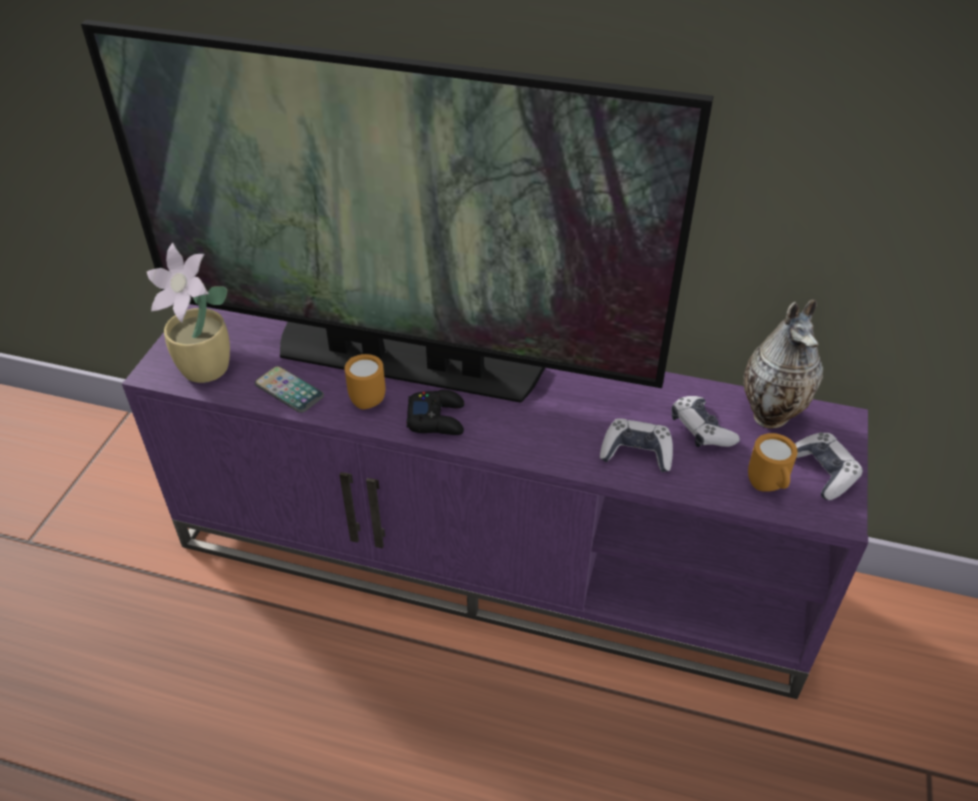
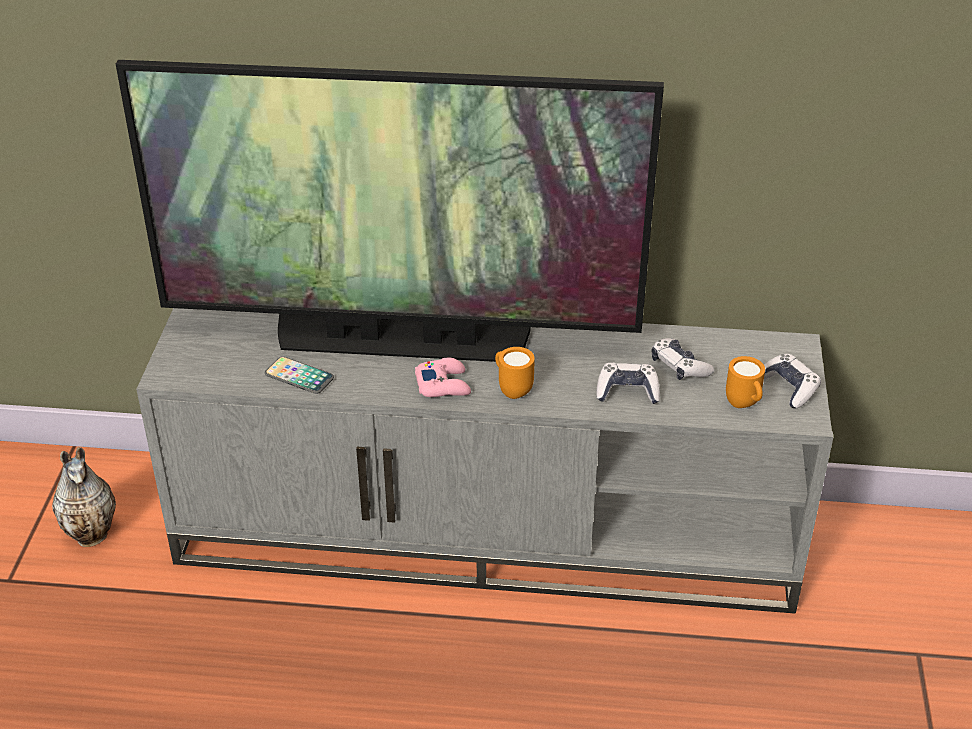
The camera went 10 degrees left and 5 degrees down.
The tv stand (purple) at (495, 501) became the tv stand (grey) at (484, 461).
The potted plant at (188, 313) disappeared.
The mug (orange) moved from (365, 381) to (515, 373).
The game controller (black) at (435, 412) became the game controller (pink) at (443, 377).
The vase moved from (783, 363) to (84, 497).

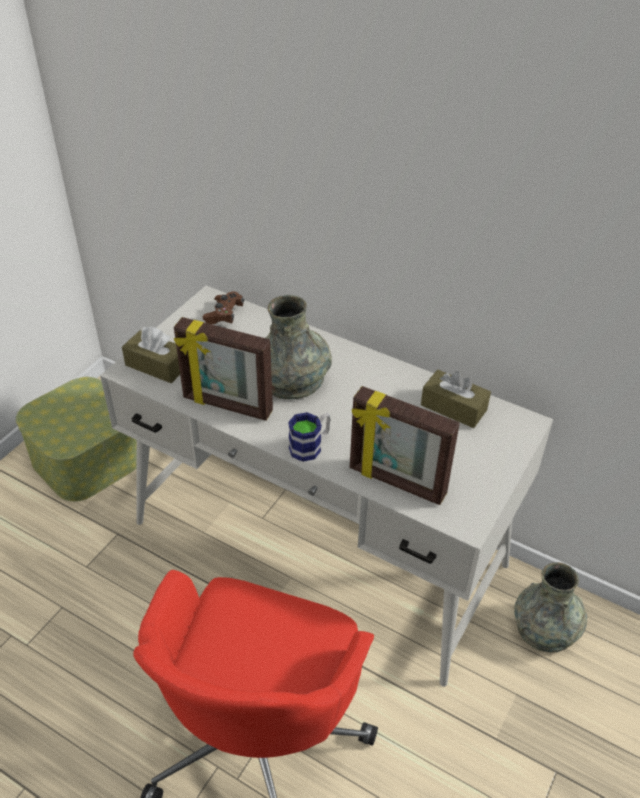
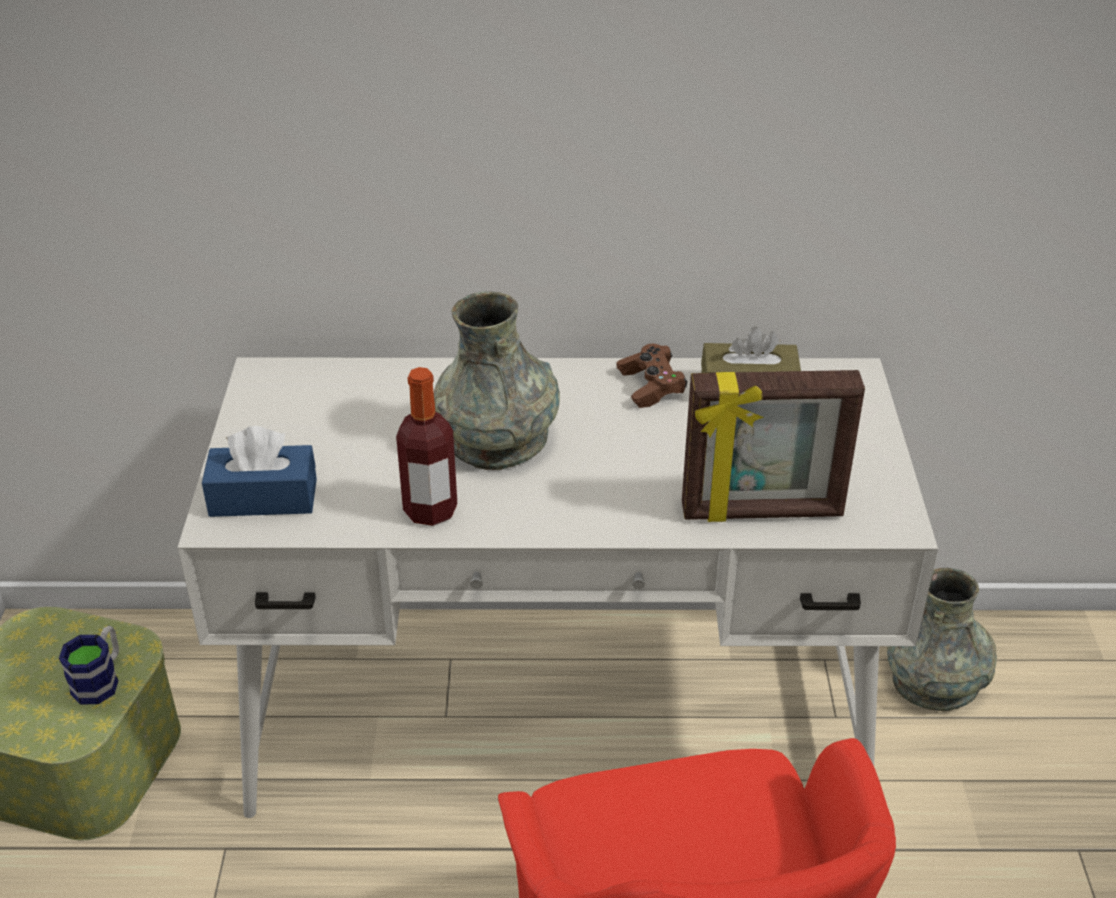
The camera went 30 degrees left and 5 degrees down.
The tissue box (brown) at (151, 354) became the tissue box (blue) at (259, 471).
The picture frame at (223, 369) was replaced by the bottle at (426, 446).
The game controller (brown) moved from (223, 307) to (652, 376).
The mug moved from (309, 437) to (89, 665).

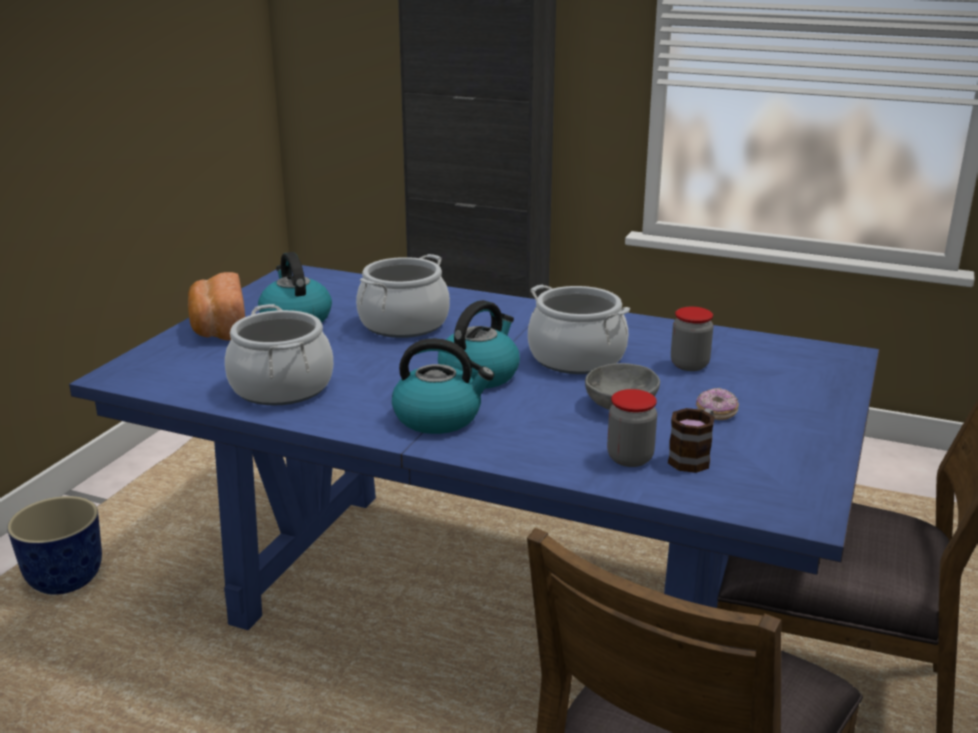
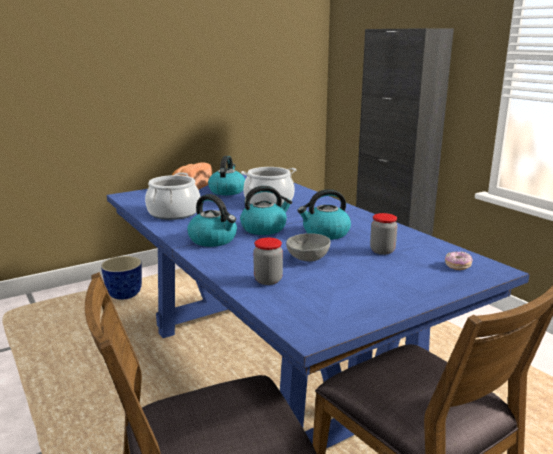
The camera went 35 degrees right and 5 degrees down.
The cooking pot at (579, 329) was replaced by the kettle at (324, 214).
The mug at (691, 440) disappeared.
The donut moved from (717, 404) to (459, 261).

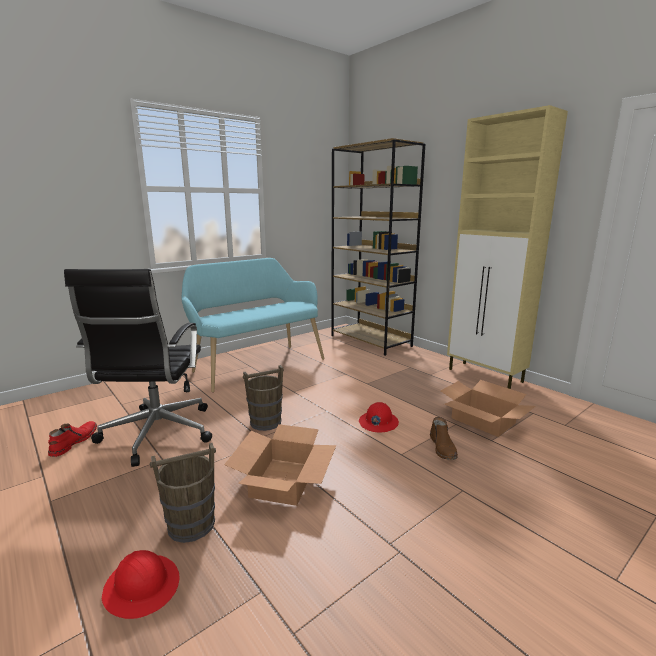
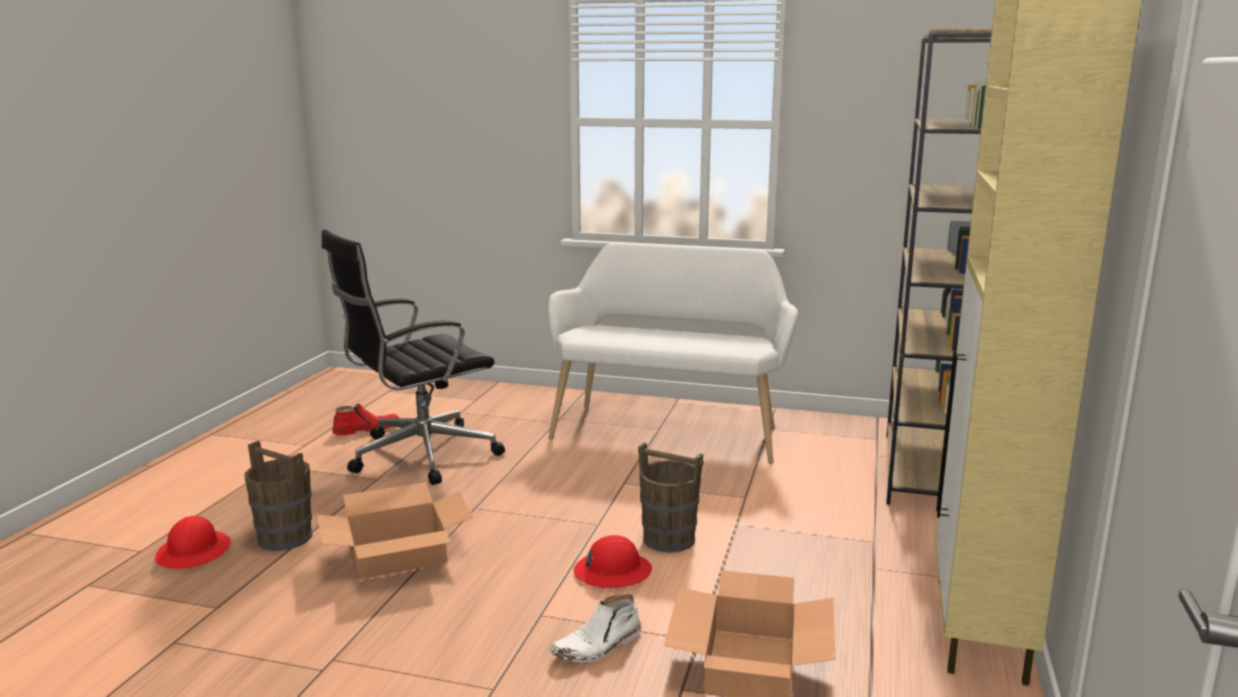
The camera went 55 degrees right and 0 degrees up.
The bench (turquoise) at (252, 325) became the bench (white) at (673, 353).
The bucket (brown) moved from (263, 398) to (671, 497).
The boot (brown) at (444, 438) became the boot (white) at (595, 628).

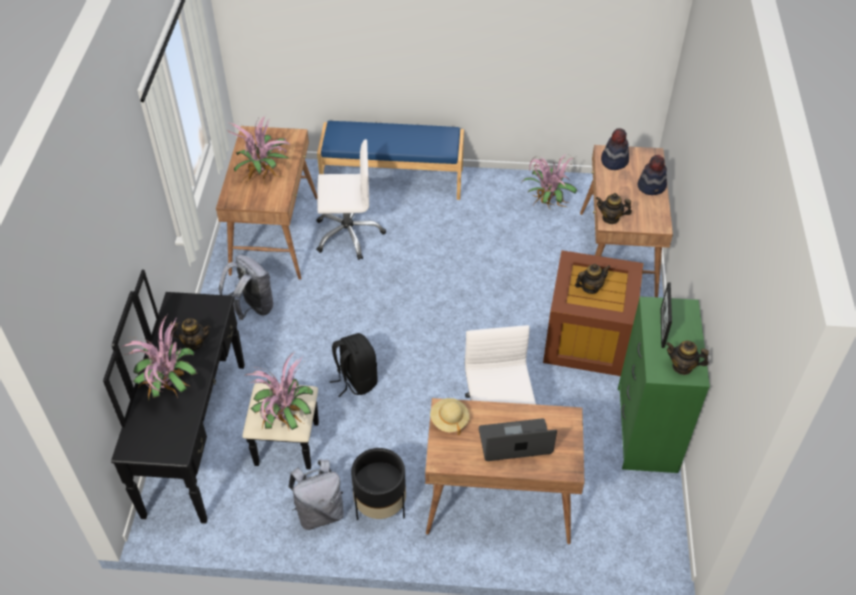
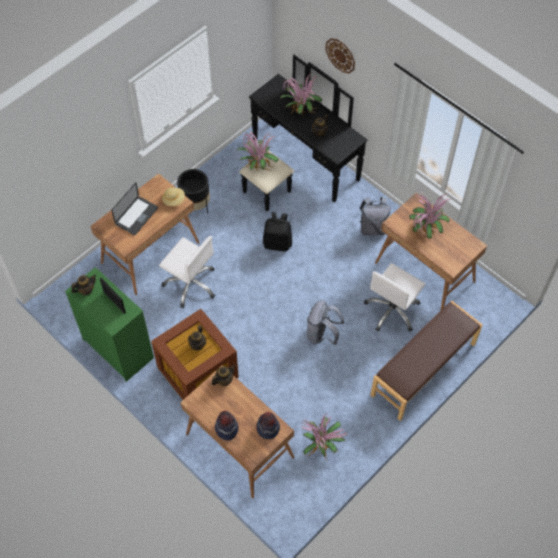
The camera went 130 degrees right and 10 degrees up.
The backpack (grey) moved from (316, 495) to (325, 322).
The bench (blue) at (390, 160) became the bench (brown) at (426, 361).
The wall clock at (340, 55) appeared.

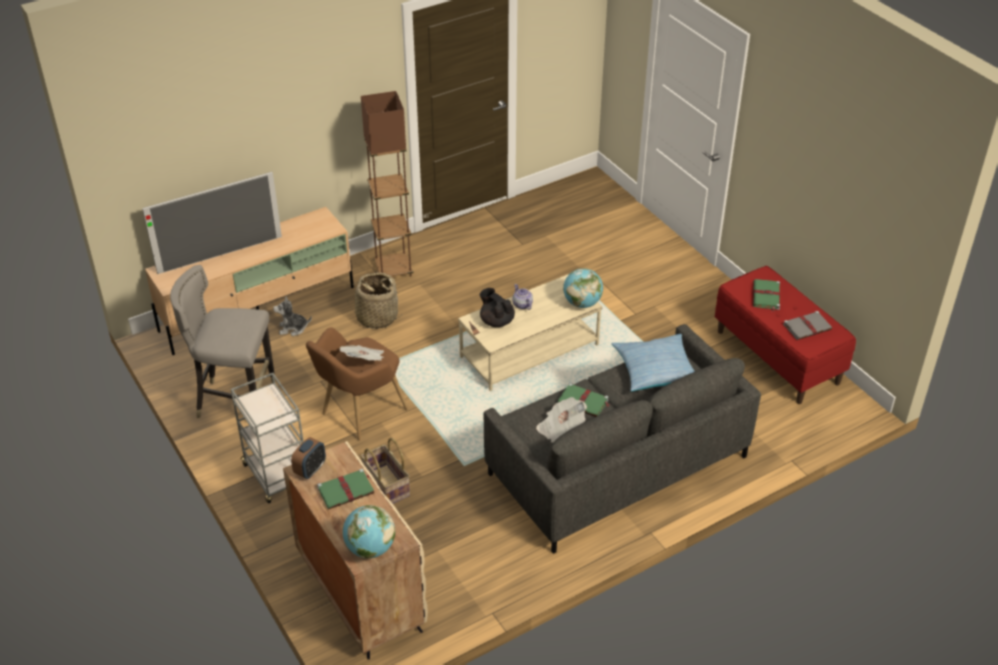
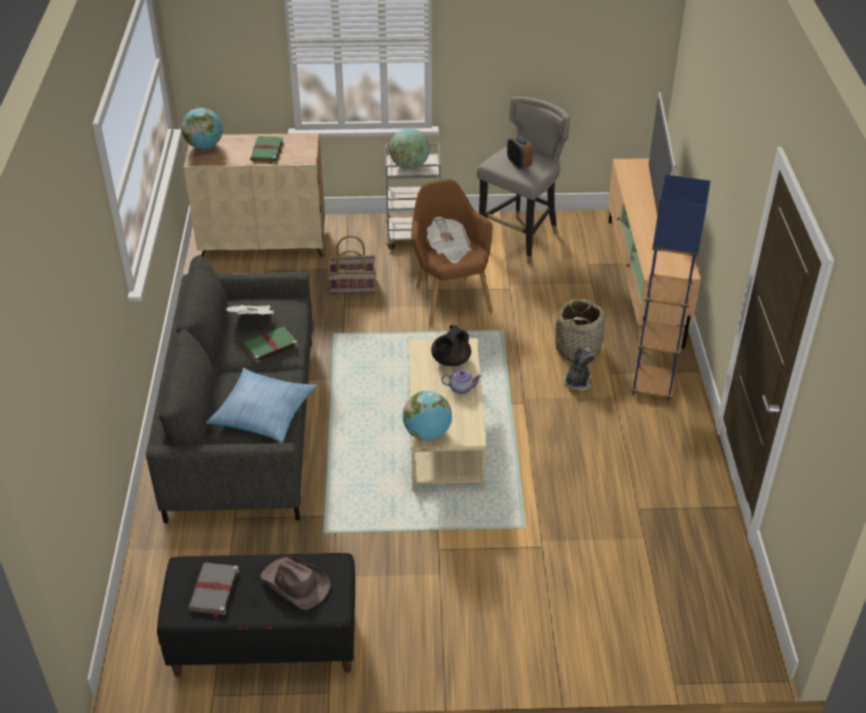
The camera went 120 degrees right and 0 degrees up.
The plush toy moved from (292, 316) to (580, 368).
The alarm clock moved from (308, 458) to (520, 152).
The floor lamp (brown) at (387, 184) became the floor lamp (blue) at (671, 288).
The teapot (black) at (497, 307) turned 135 degrees clockwise.
The bench (red) at (785, 335) became the bench (black) at (256, 615).
The book (green) at (766, 295) was replaced by the hat (brown) at (295, 583).
The globe at (409, 148) appeared.

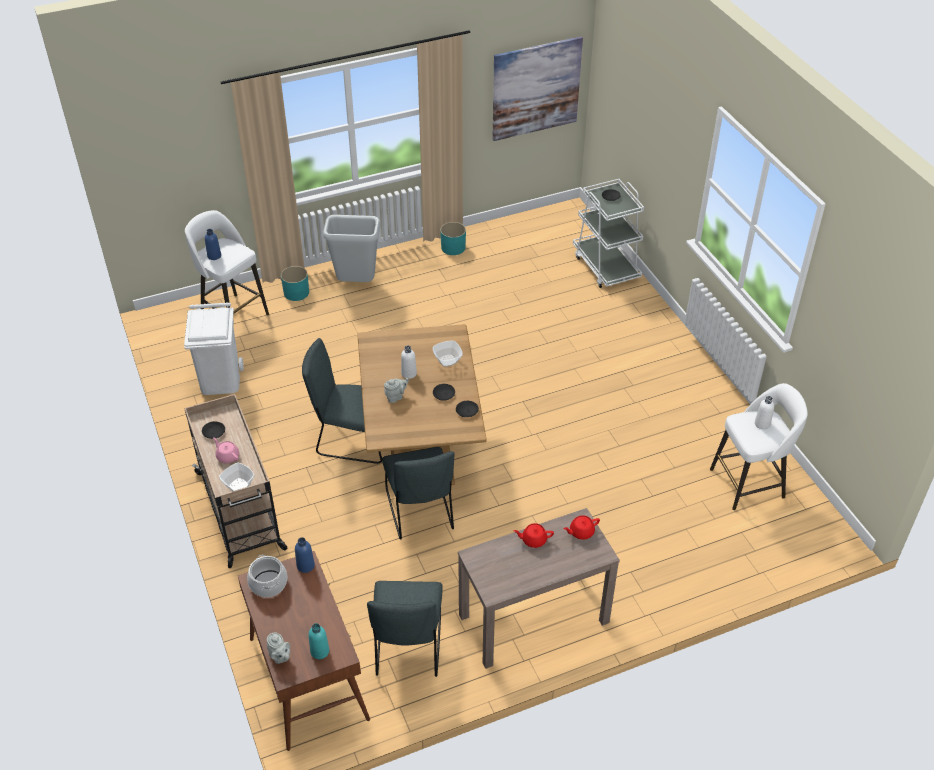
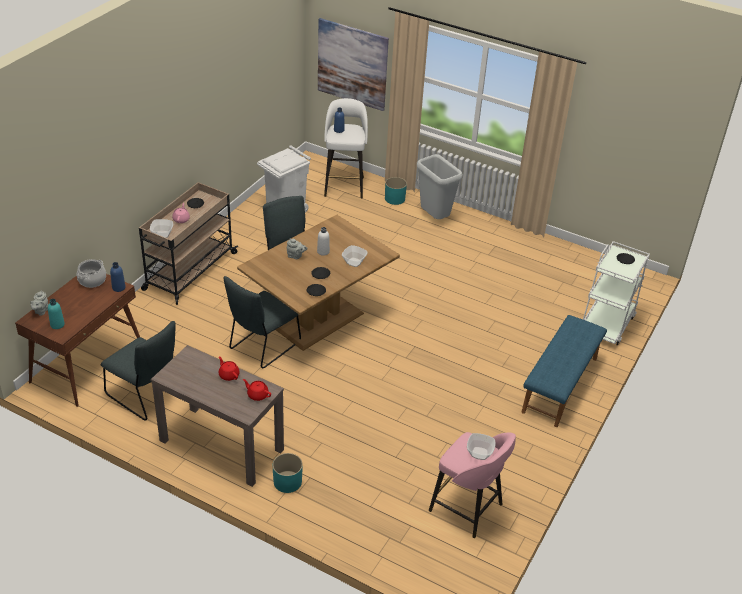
The camera went 50 degrees right and 5 degrees down.
The chair (grey) at (405, 629) turned 105 degrees counterclockwise.
The planter (turquoise) moved from (453, 238) to (288, 473).
The picture moved from (537, 88) to (353, 64).
The stool (white) at (759, 446) became the stool (pink) at (472, 485).
The bottle (white) at (764, 412) was replaced by the bowl at (481, 446).
The bench (blue) at (564, 371) appeared.

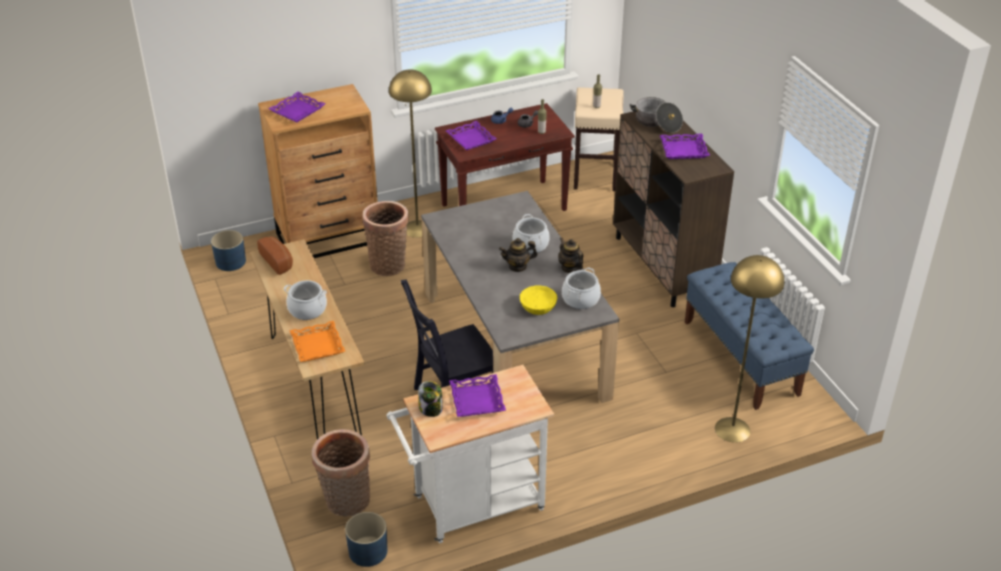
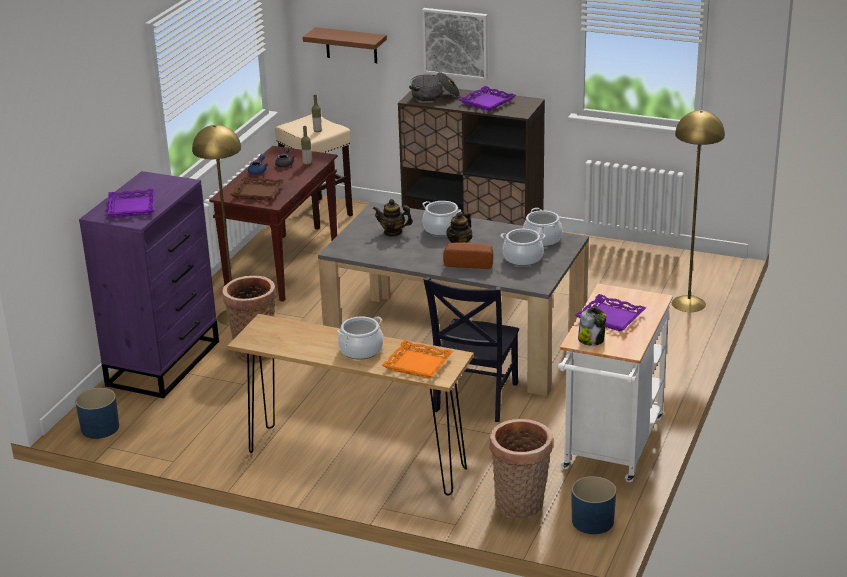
The camera went 45 degrees left and 10 degrees down.
The bread moved from (275, 255) to (468, 255).
The dresser (brown) at (318, 171) became the dresser (purple) at (149, 284).
The tray (purple) at (471, 135) became the tray (brown) at (257, 189).
The bowl (yellow) at (538, 300) was replaced by the cooking pot at (523, 247).
The teapot moved from (570, 255) to (393, 218).
The bench (blue) at (749, 336) disappeared.
The shelf (brown) at (345, 45) appeared.
The picture at (455, 44) appeared.

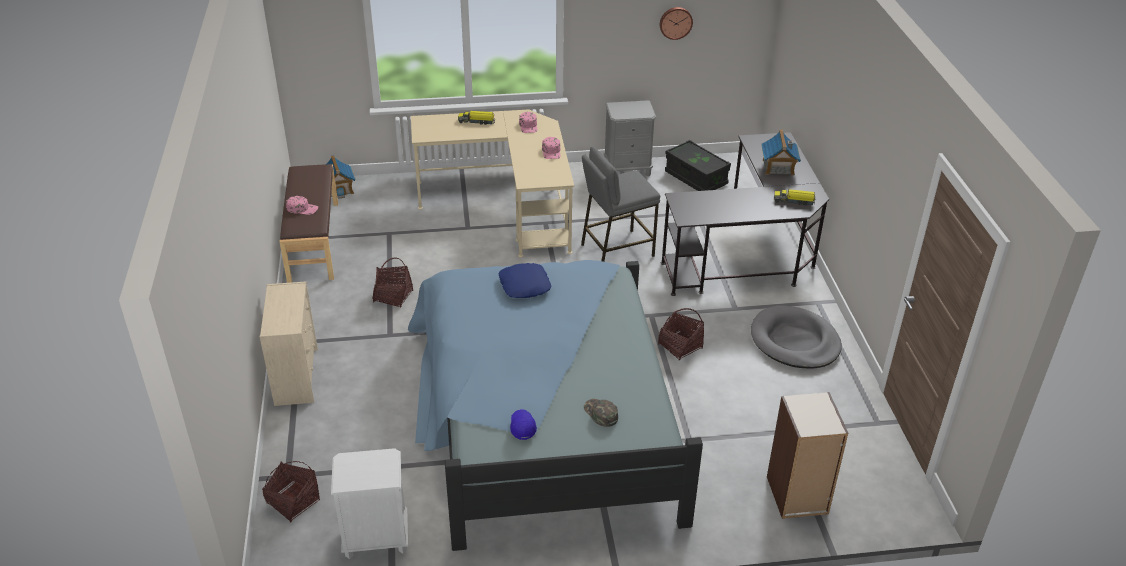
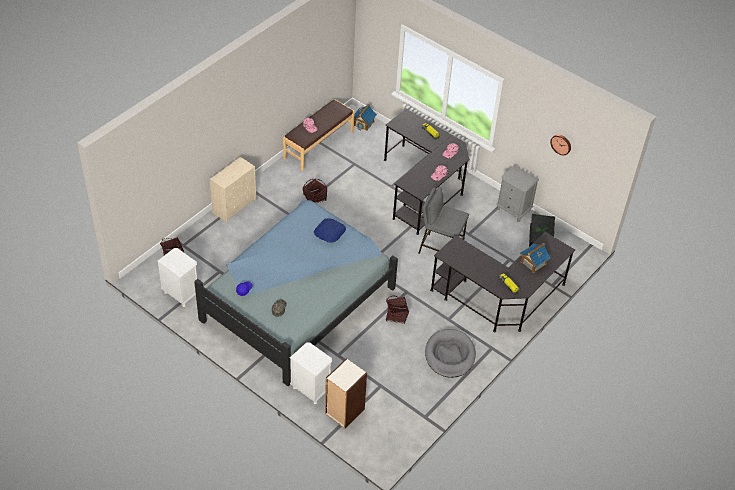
The camera went 45 degrees right and 10 degrees up.
The desk (beige) at (492, 183) became the desk (black) at (426, 172).
The nightstand (white) at (311, 373) appeared.

